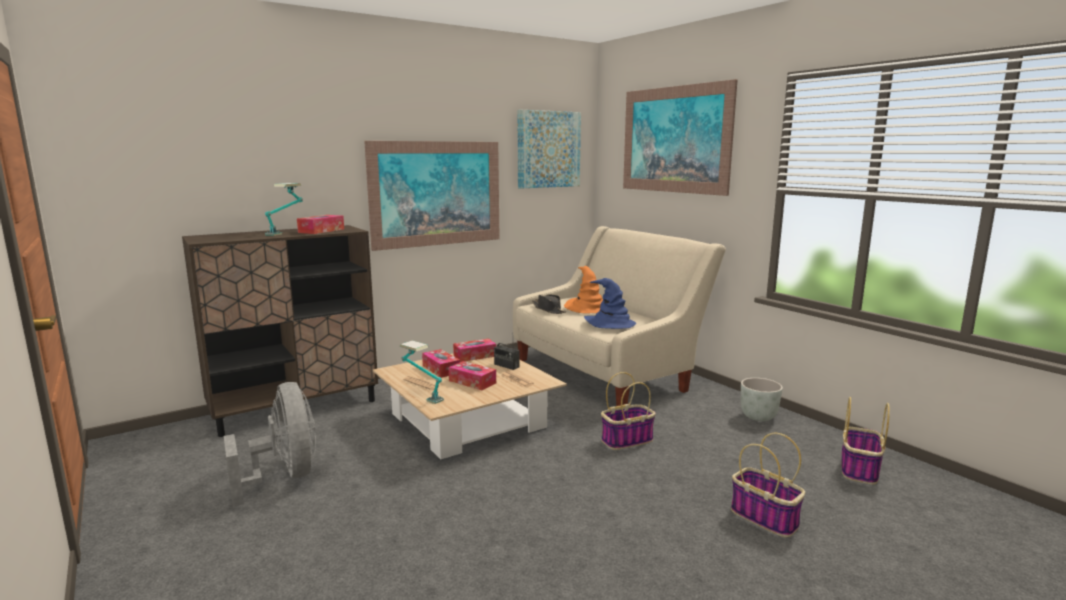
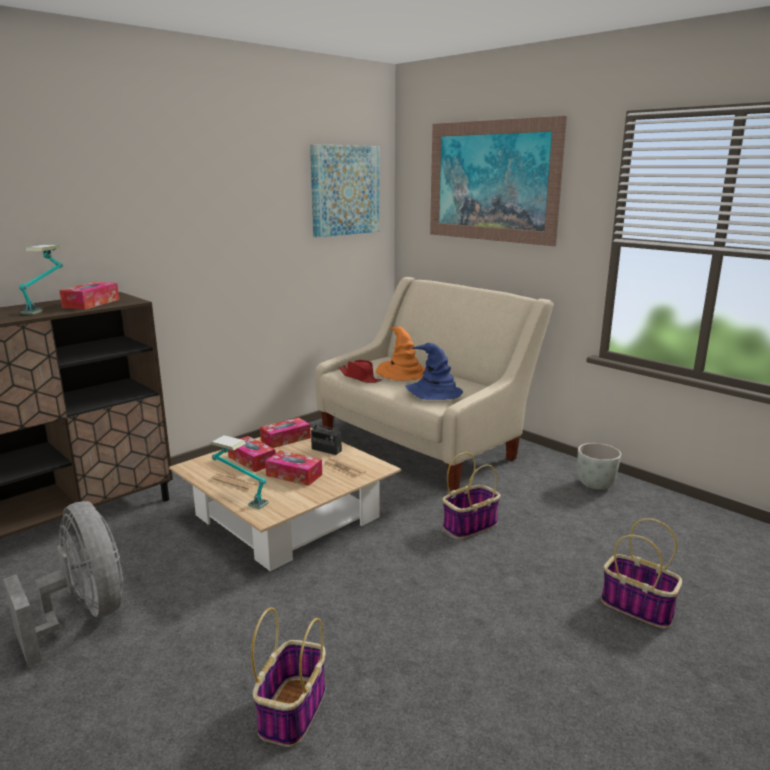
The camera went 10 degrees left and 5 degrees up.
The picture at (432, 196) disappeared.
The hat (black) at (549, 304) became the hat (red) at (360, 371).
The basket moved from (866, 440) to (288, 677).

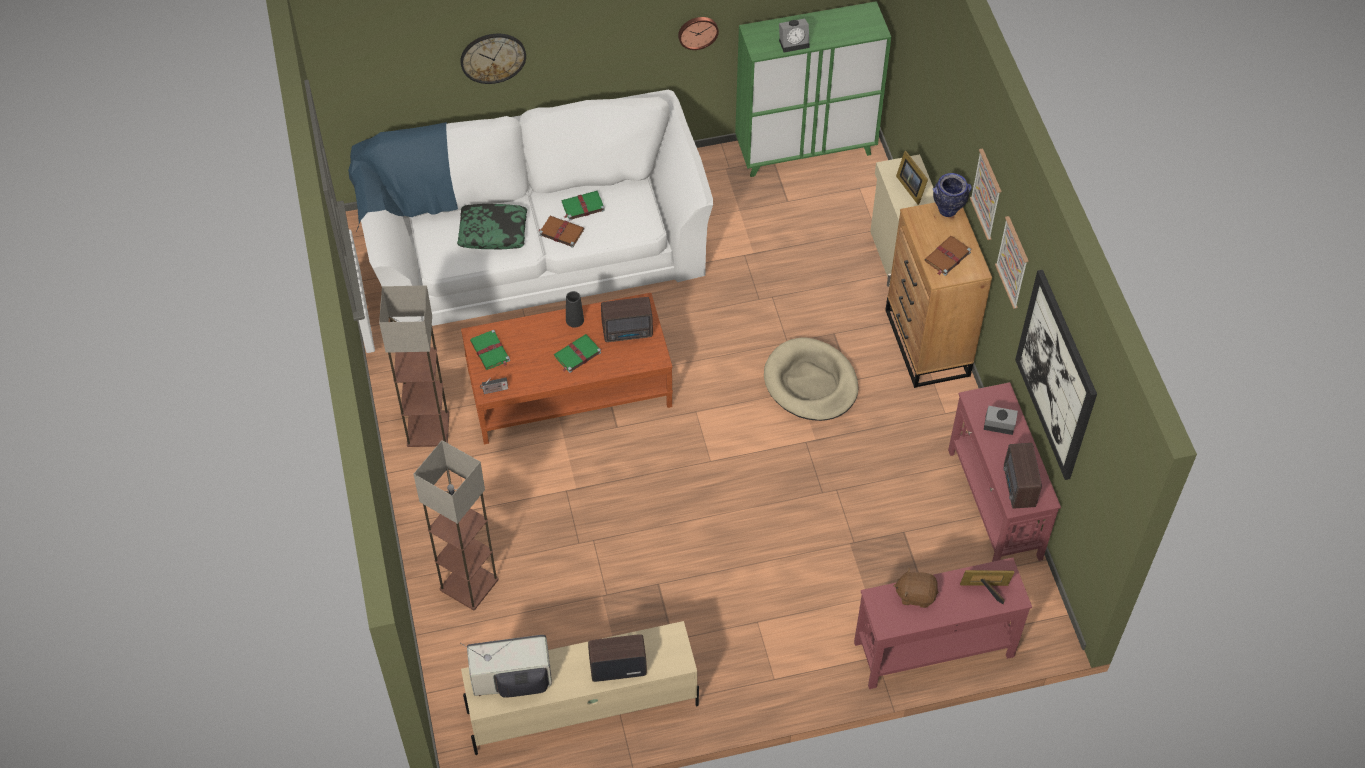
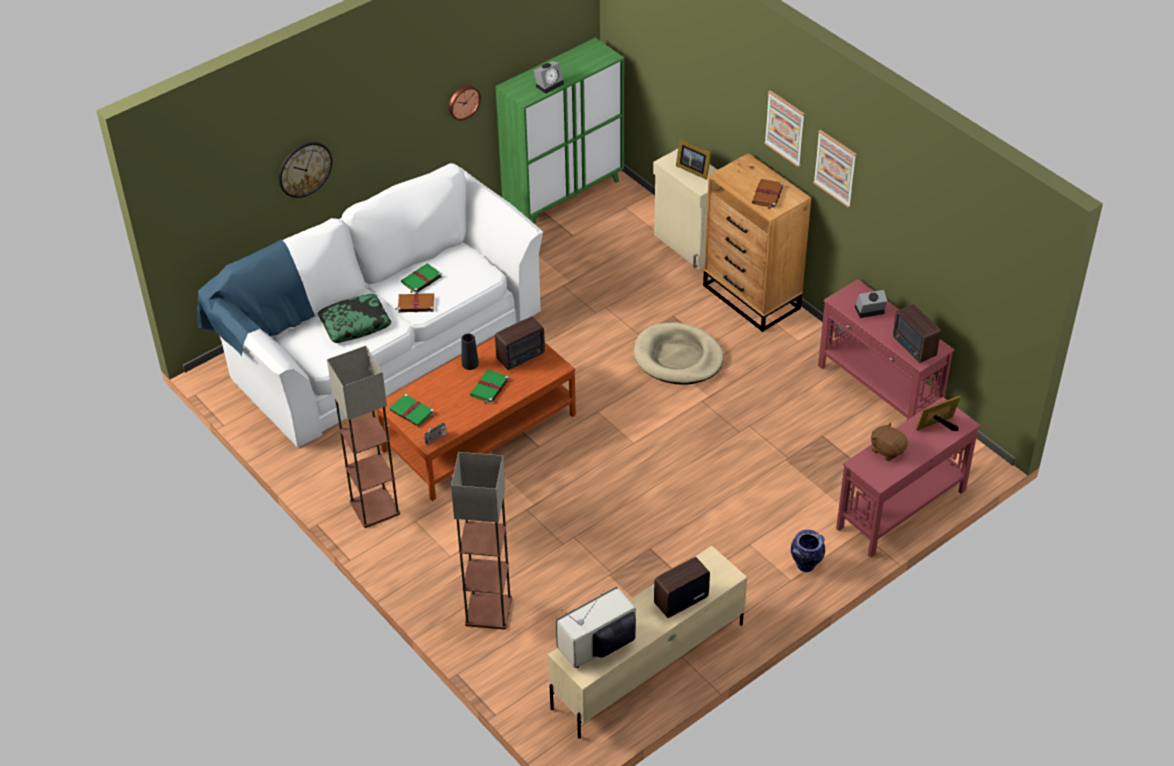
The camera went 25 degrees left and 10 degrees down.
The plush toy (brown) at (915, 587) turned 60 degrees clockwise.
The vase moved from (952, 195) to (808, 551).
The picture at (1056, 375) disappeared.

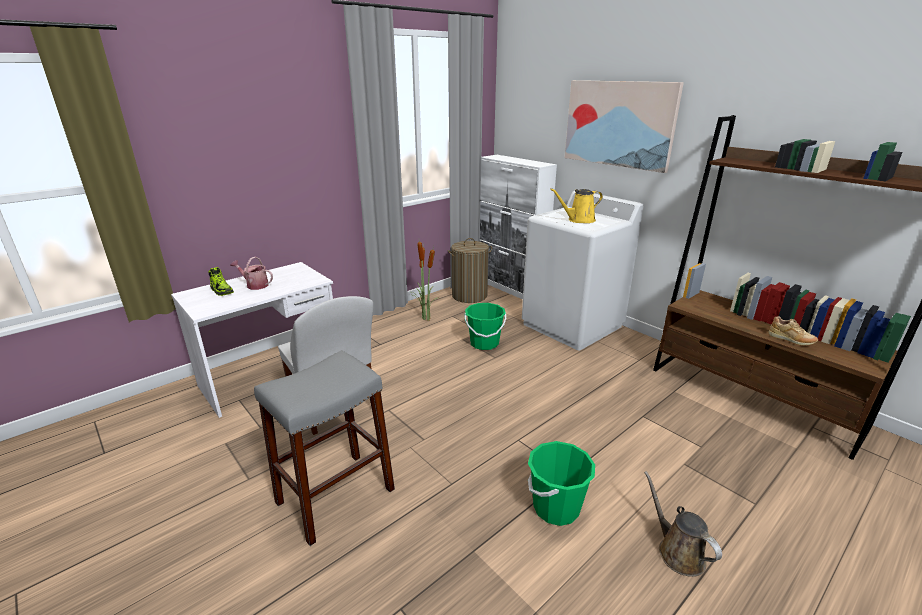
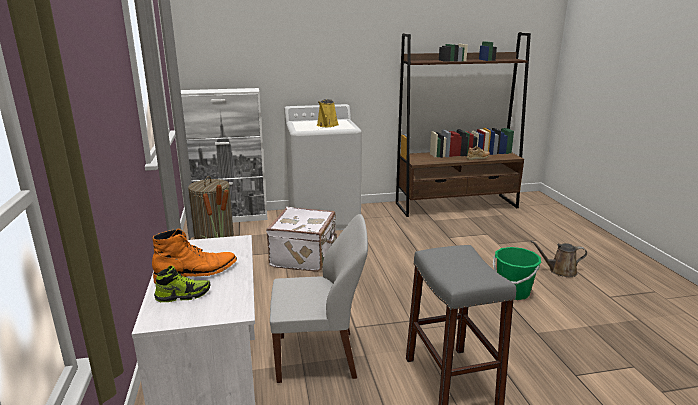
The camera went 60 degrees left and 5 degrees down.
The watering can at (251, 273) was replaced by the boot (orange) at (194, 256).
The bucket (green) at (485, 326) was replaced by the suitcase (white) at (301, 239).
The picture at (624, 126) disappeared.

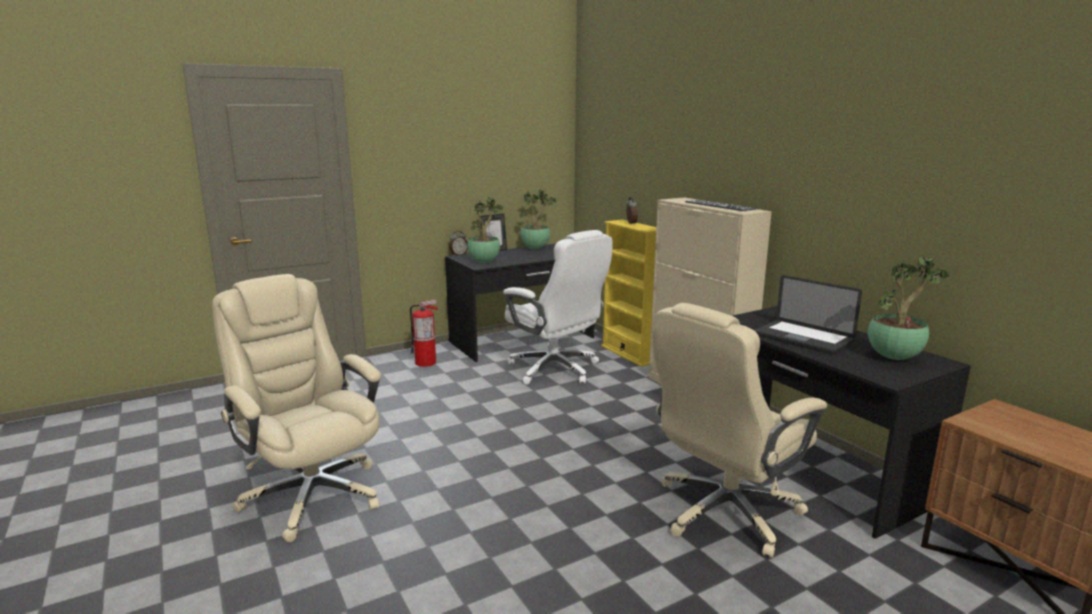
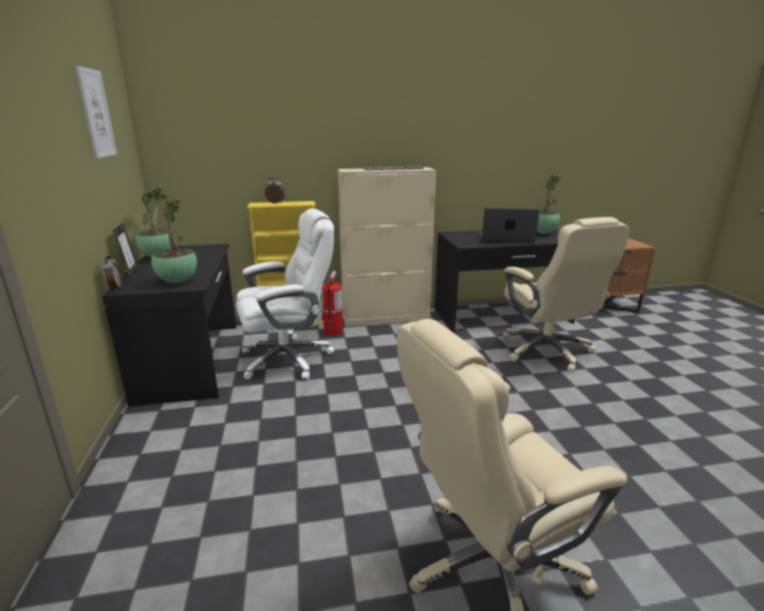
The camera went 70 degrees left and 5 degrees up.
The fire extinguisher moved from (424, 333) to (332, 303).
The laptop at (808, 314) turned 150 degrees counterclockwise.
The picture at (96, 112) appeared.

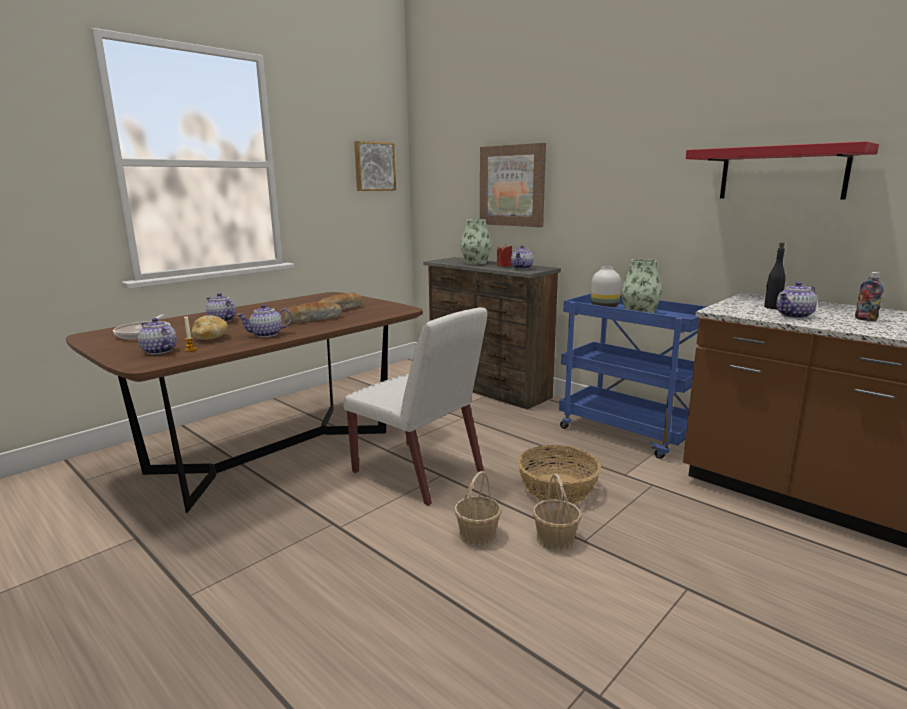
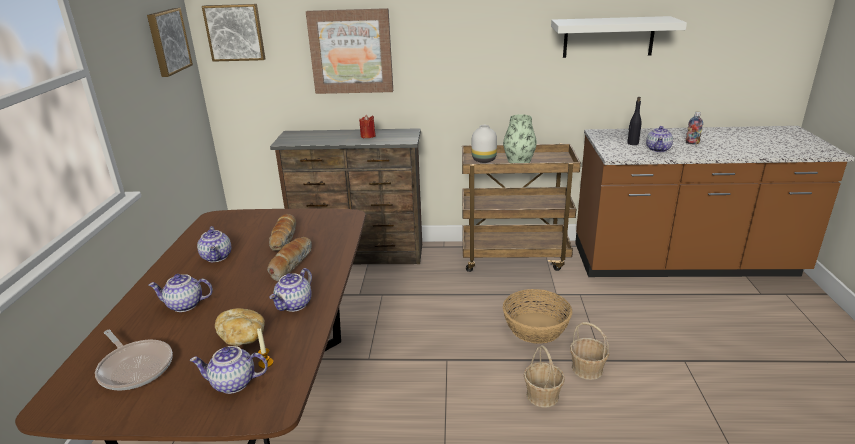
The camera went 40 degrees left and 10 degrees up.
The chair (white) at (415, 406) disappeared.
The vase at (475, 241) disappeared.
The teapot moved from (522, 257) to (214, 244).
The cart (blue) at (633, 376) became the cart (brown) at (521, 207).
The shelf (red) at (782, 170) became the shelf (white) at (619, 37).
The picture at (233, 33) appeared.

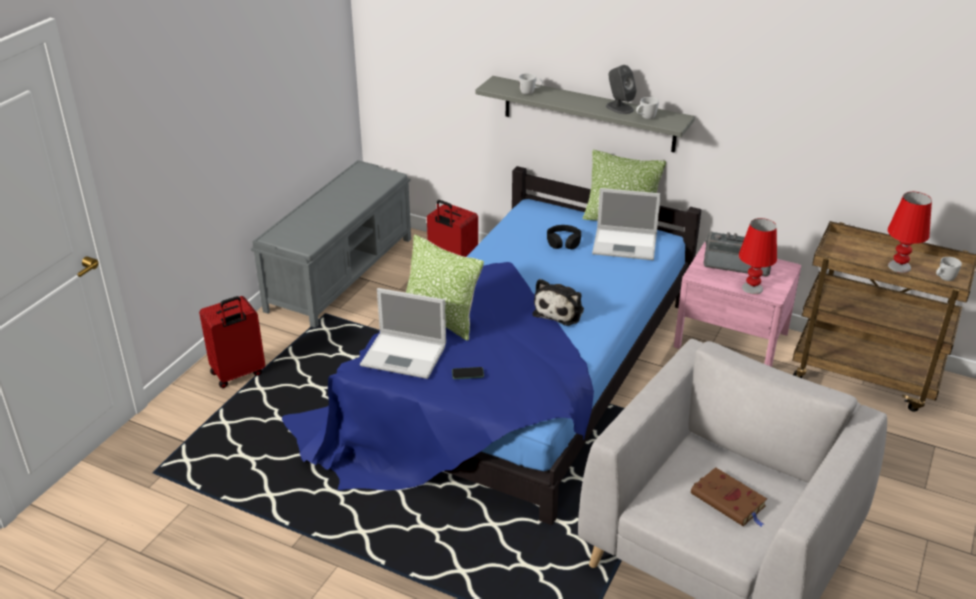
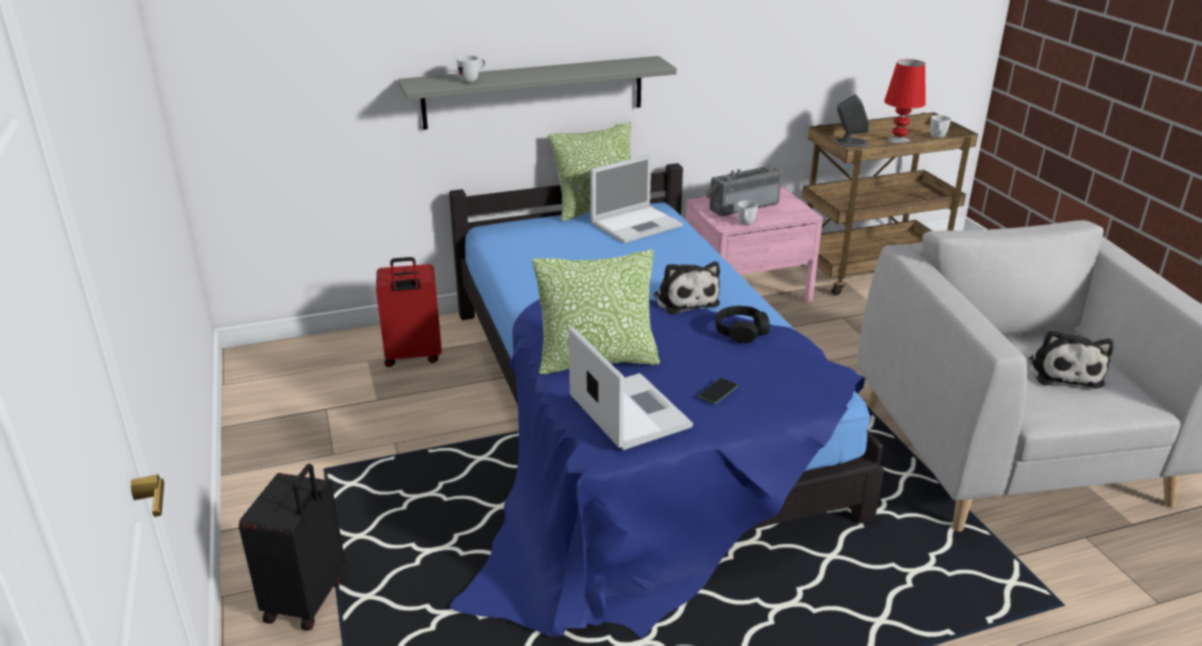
The camera went 45 degrees left and 5 degrees down.
The suitcase (red) at (232, 342) became the suitcase (black) at (292, 547).
The bench (grey) at (331, 244) disappeared.
The laptop at (403, 333) turned 90 degrees counterclockwise.
The headphones (black) moved from (564, 237) to (742, 324).
The speaker (grey) moved from (621, 89) to (852, 120).
The mug (white) moved from (647, 108) to (747, 212).
The book (brown) at (729, 497) was replaced by the plush toy at (1071, 359).
The table lamp (red) at (758, 256) disappeared.

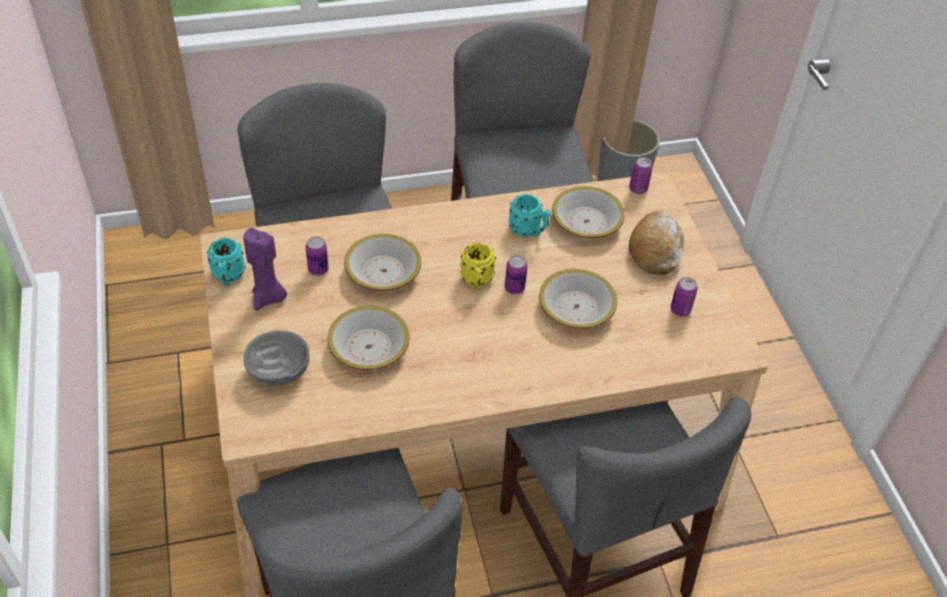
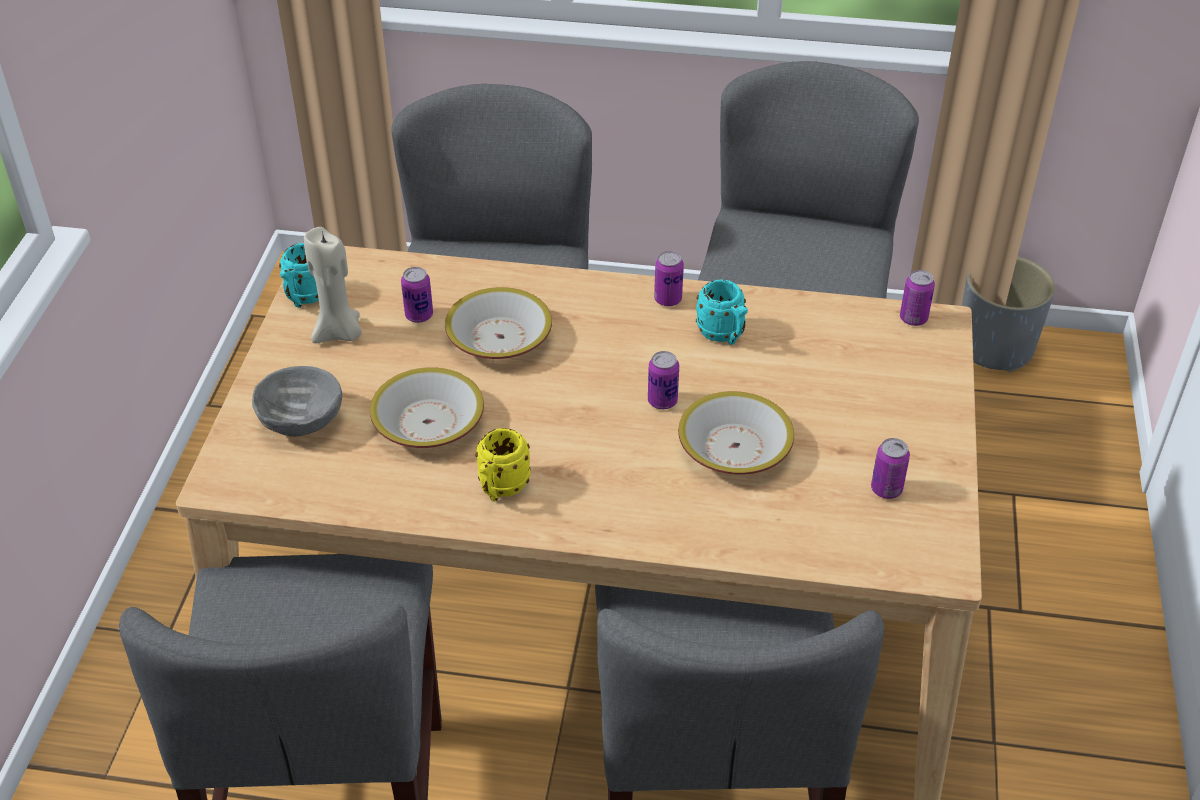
The camera went 25 degrees right and 5 degrees down.
The candle (purple) at (265, 269) became the candle (beige) at (332, 285).
The mug (yellow) moved from (478, 267) to (503, 464).
The bowl at (588, 212) disappeared.
The bread at (657, 243) disappeared.
The can at (669, 278) appeared.

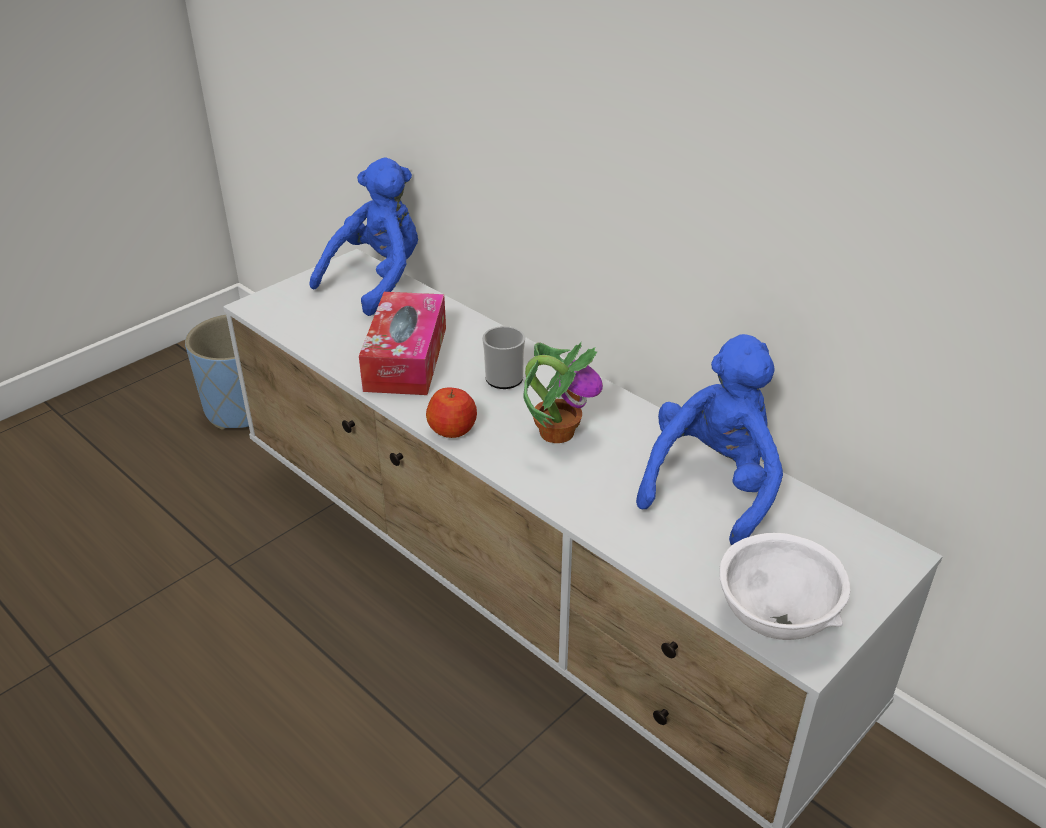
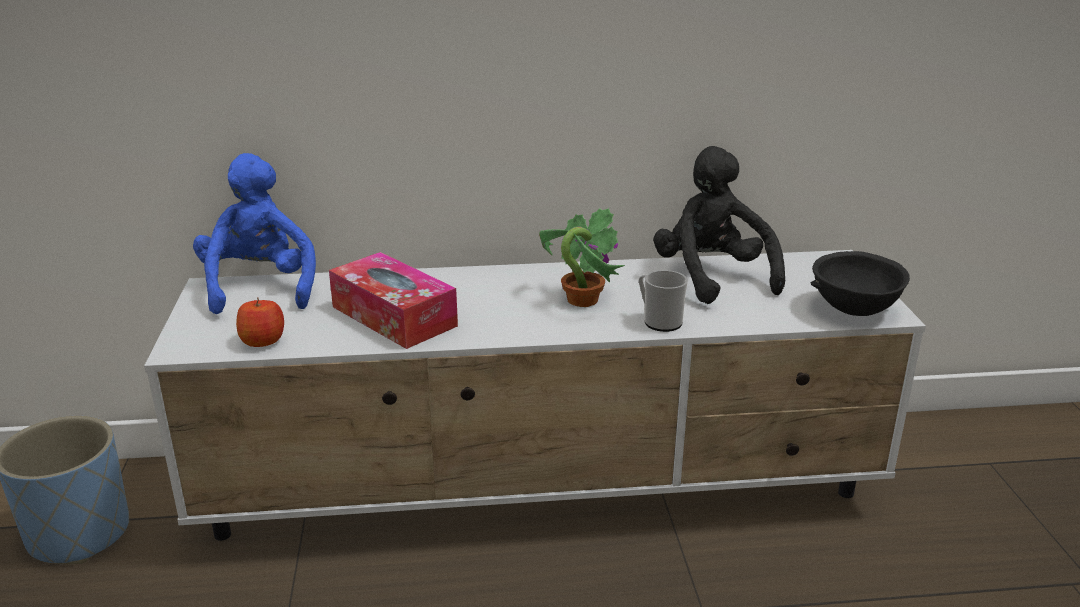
The camera went 50 degrees left and 10 degrees down.
The apple moved from (451, 412) to (260, 322).
The mug moved from (503, 357) to (663, 301).
The plush toy (blue) at (709, 439) became the plush toy (black) at (719, 225).
The bowl (white) at (784, 586) became the bowl (black) at (860, 283).

